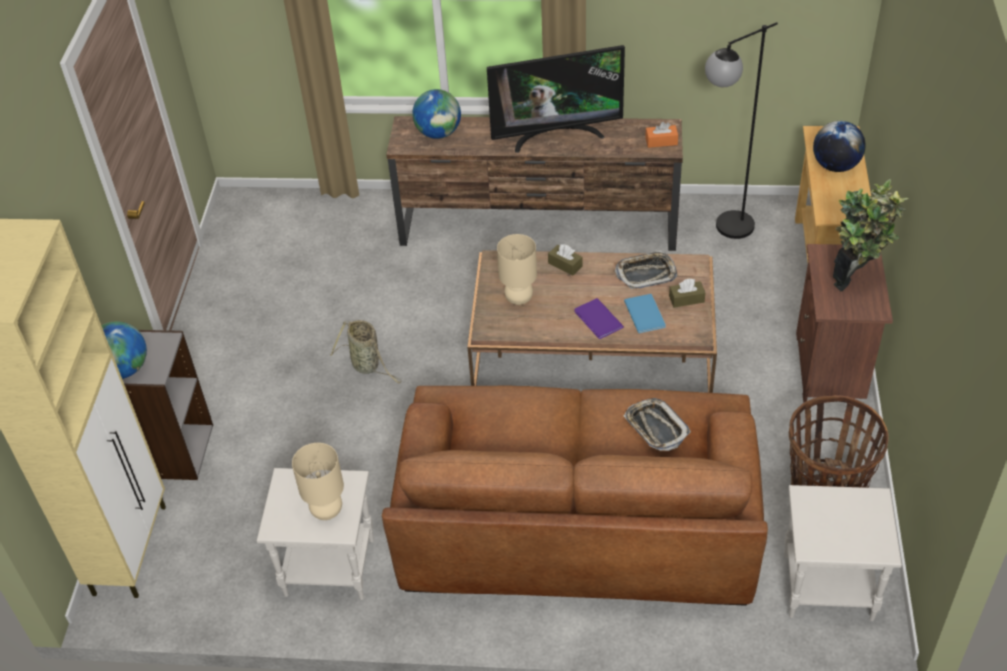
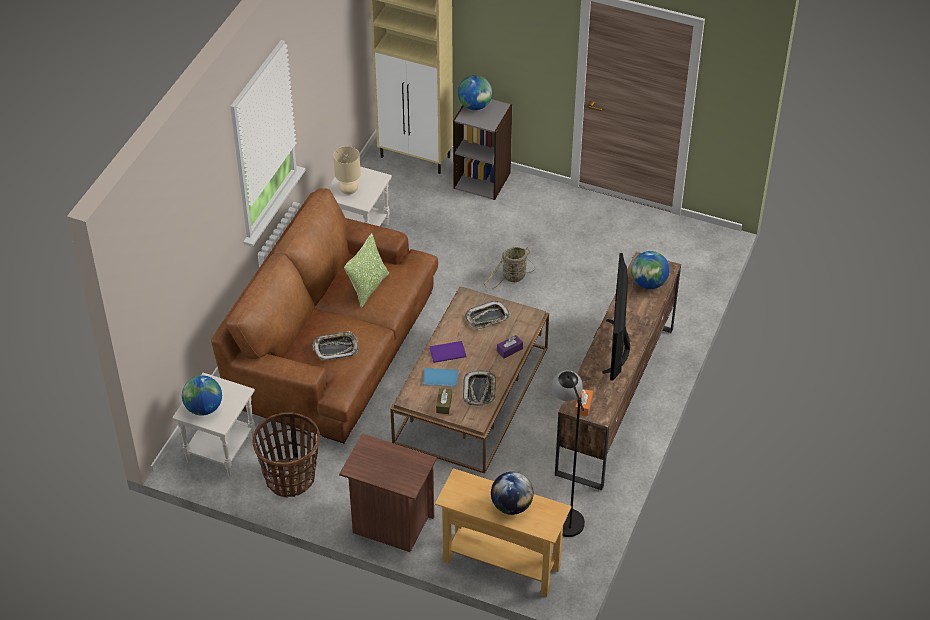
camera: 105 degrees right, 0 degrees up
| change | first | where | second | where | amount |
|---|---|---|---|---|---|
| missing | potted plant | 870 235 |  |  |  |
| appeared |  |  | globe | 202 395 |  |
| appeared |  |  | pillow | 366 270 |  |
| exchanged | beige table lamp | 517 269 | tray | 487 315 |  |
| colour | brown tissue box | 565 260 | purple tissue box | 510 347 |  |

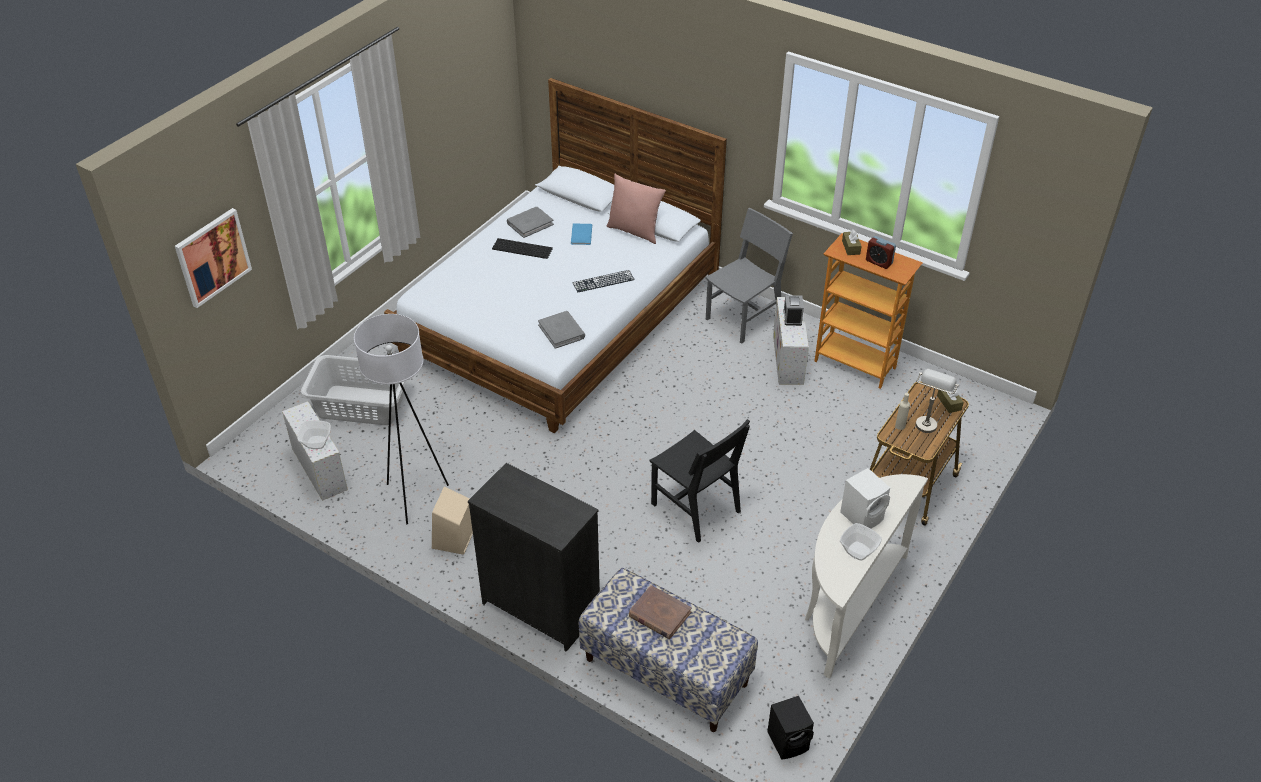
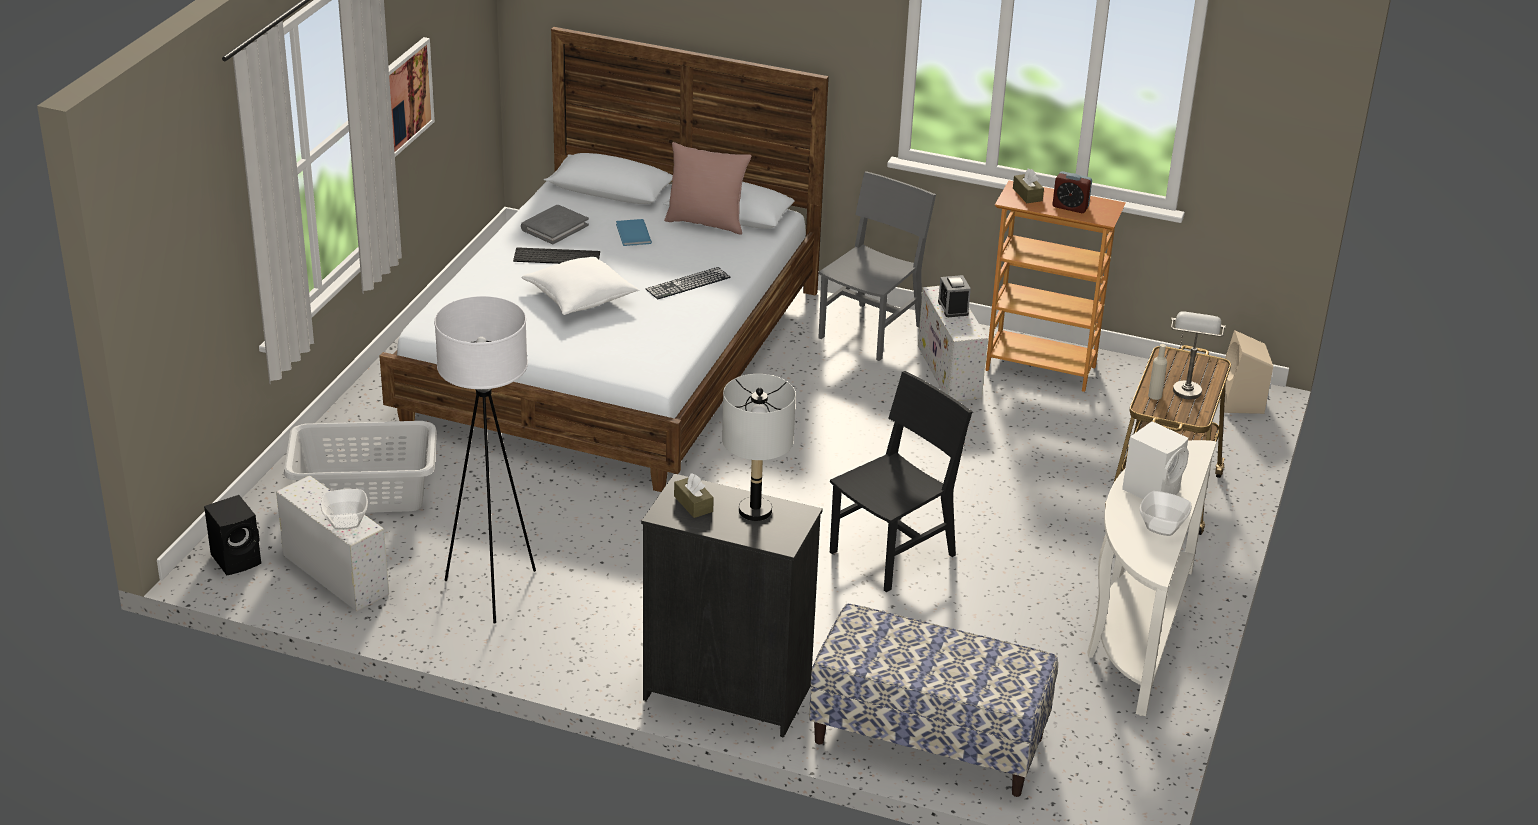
camera: 15 degrees left, 10 degrees down
| change | first | where | second | where | amount |
|---|---|---|---|---|---|
| missing | grey book | 561 330 |  |  |  |
| missing | brown book | 660 612 |  |  |  |
| appeared |  |  | white pillow | 580 286 |  |
| appeared |  |  | grey table lamp | 759 447 |  |
| relocated | picture | 213 258 |  | 412 97 |  |
| relocated | beige speaker | 452 520 |  | 1246 372 |  |
| relocated | black speaker | 790 728 |  | 232 535 |  |
| relocated | brown tissue box | 950 400 |  | 694 495 |  |
| spun | black chair | 699 481 |  | 901 481 | 75 degrees counterclockwise |

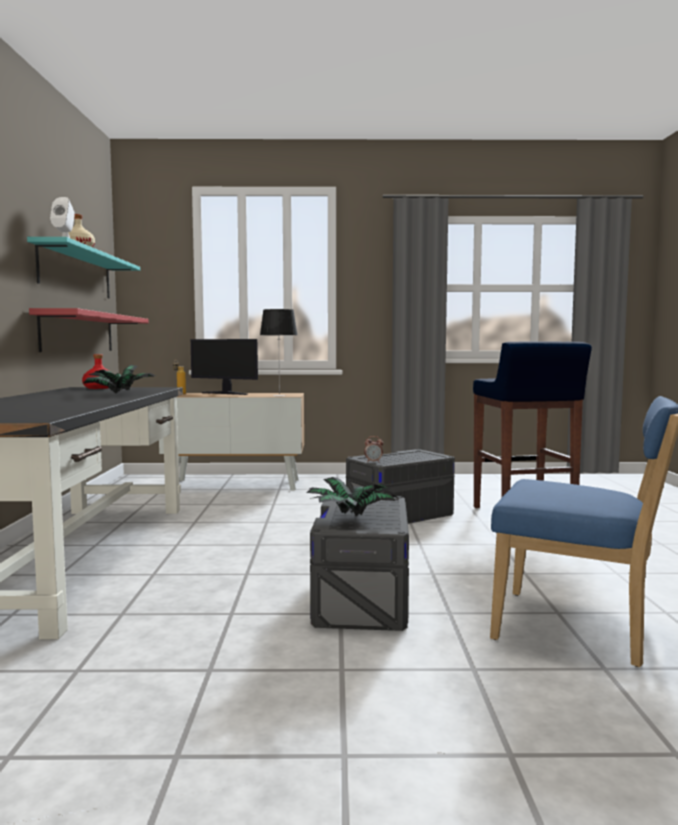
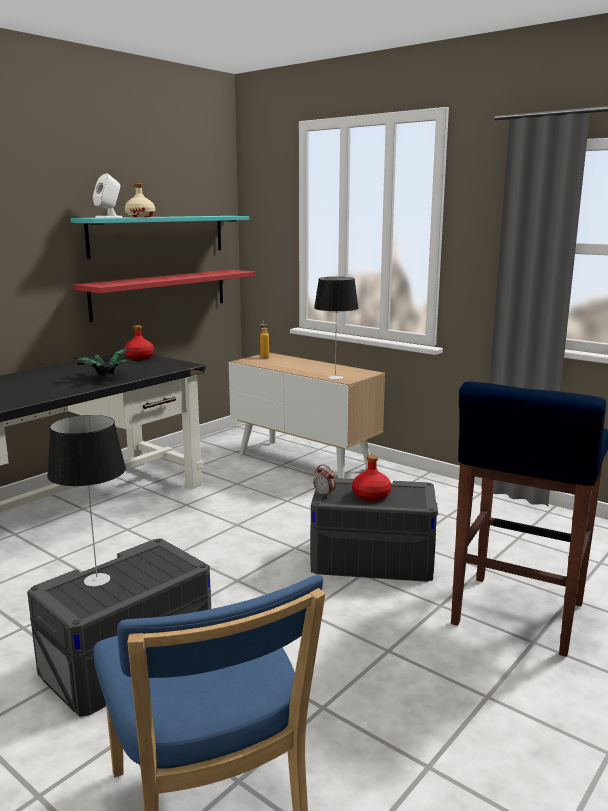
camera: 40 degrees right, 10 degrees up
| change | first | where | second | where | amount |
|---|---|---|---|---|---|
| missing | monitor | 224 367 |  |  |  |
| appeared |  |  | red bottle | 371 478 |  |
| exchanged | potted plant | 352 497 | table lamp | 86 501 |  |

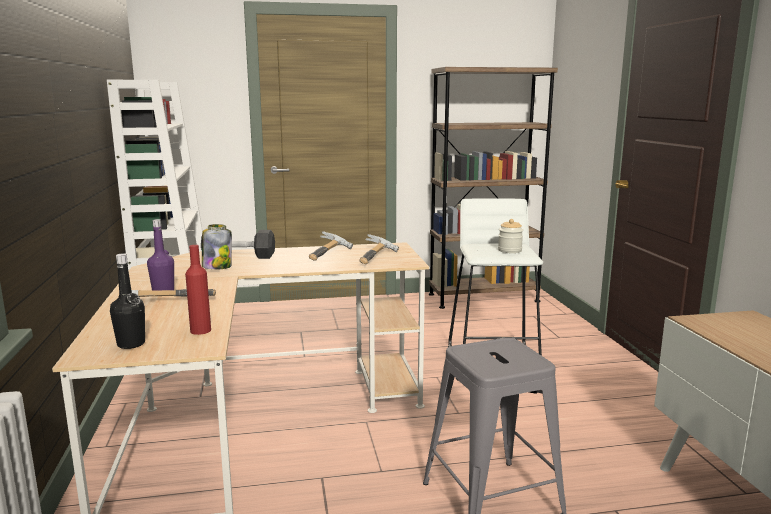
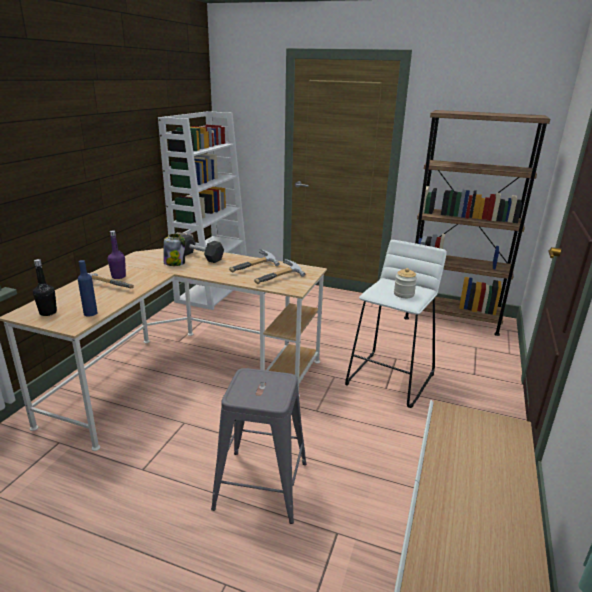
camera: 30 degrees right, 10 degrees up
| change | first | where | second | where | amount |
|---|---|---|---|---|---|
| colour | red bottle | 198 290 | blue bottle | 88 288 |  |

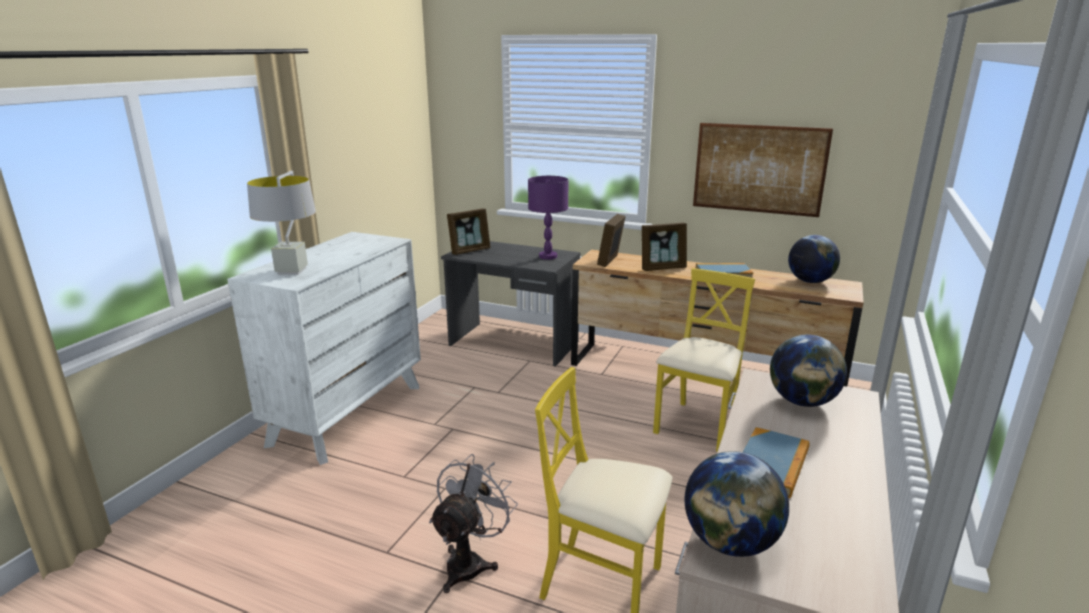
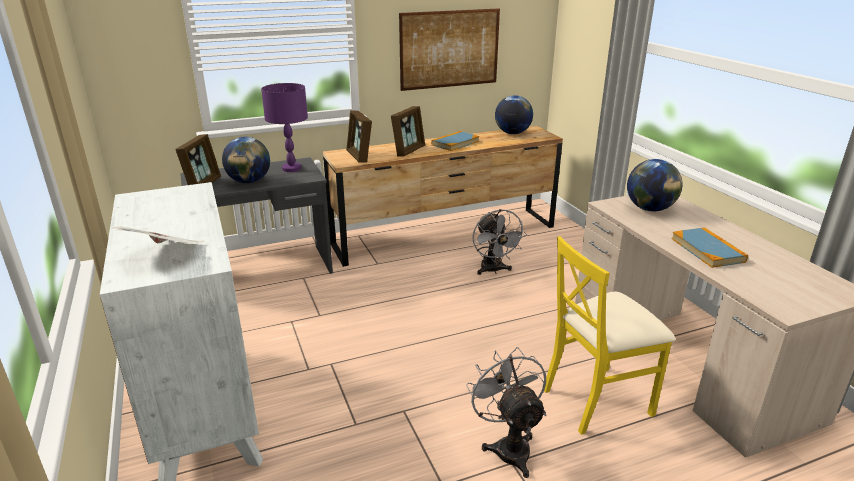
camera: 45 degrees left, 5 degrees up
| change | first | where | second | where | amount |
|---|---|---|---|---|---|
| relocated | globe | 736 504 |  | 246 160 |  |
| exchanged | grey table lamp | 281 223 | newspaper | 158 235 |  |
| exchanged | yellow chair | 704 360 | grey fan | 499 242 |  |

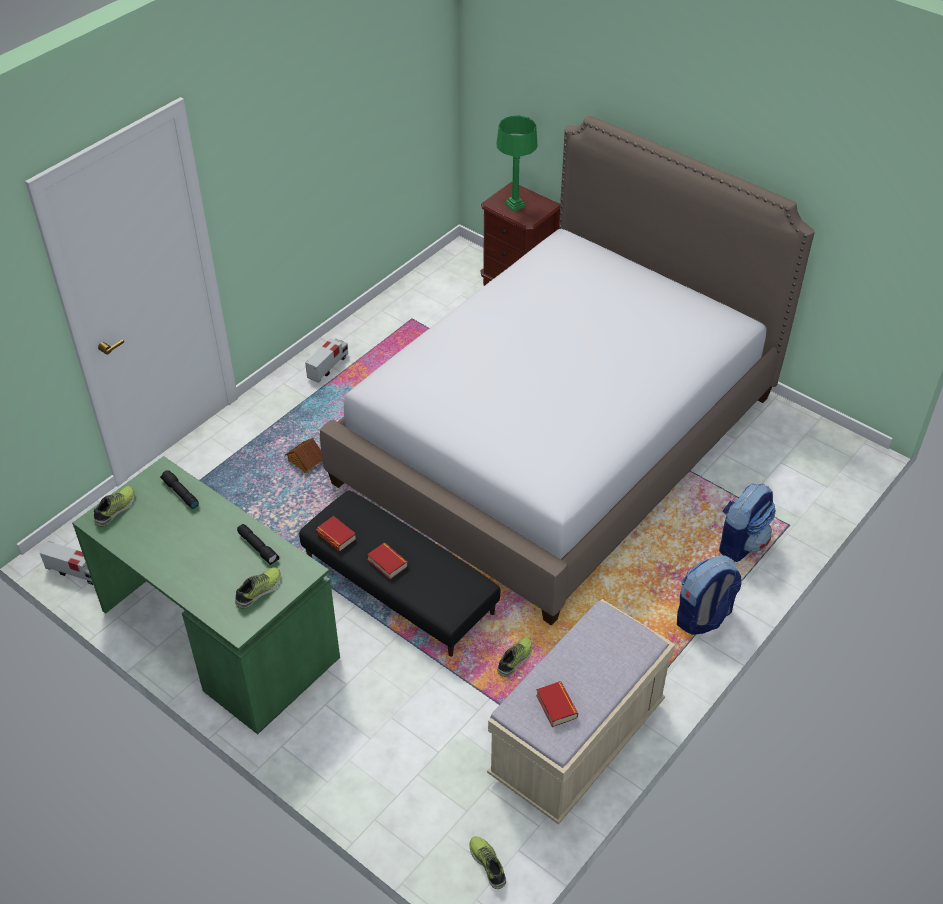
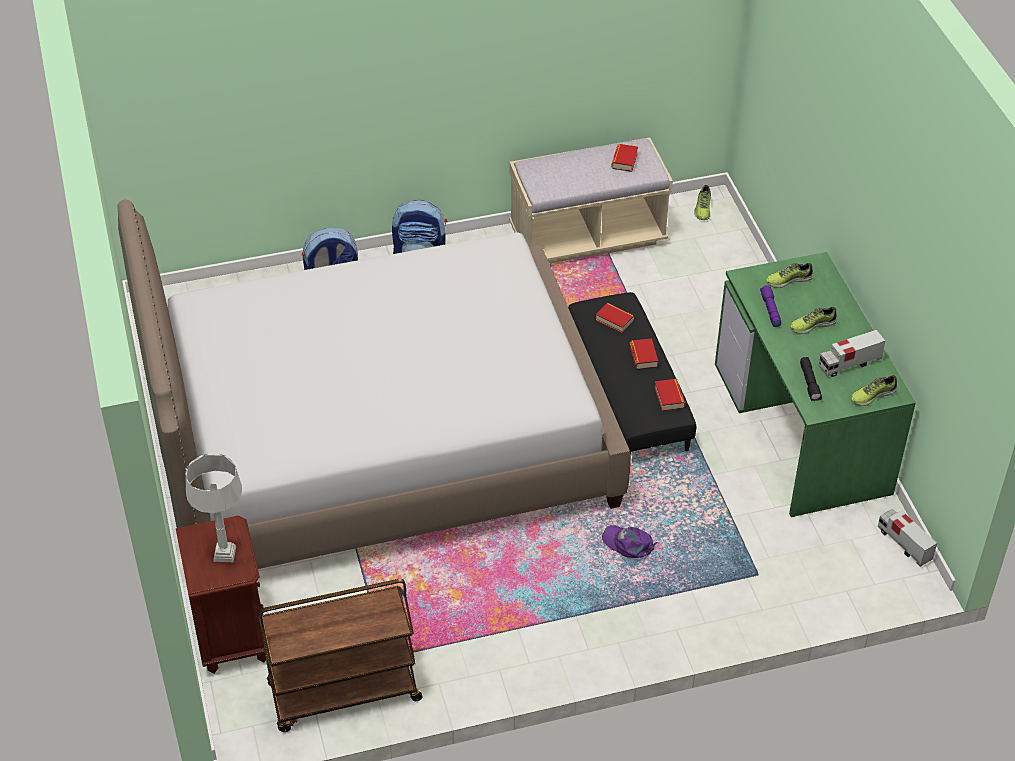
camera: 145 degrees left, 0 degrees up
| change | first | where | second | where | amount |
|---|---|---|---|---|---|
| appeared |  |  | brown cart | 341 655 |  |
| appeared |  |  | book | 615 318 |  |
| relocated | toy truck | 326 360 |  | 851 353 |  |
| relocated | shoe | 514 657 |  | 813 320 |  |
| exchanged | toy house | 303 455 | purple cap | 629 541 |  |
| colour | black flashlight | 258 544 | purple flashlight | 770 306 |  |
| colour | green table lamp | 517 163 | grey table lamp | 213 507 |  |

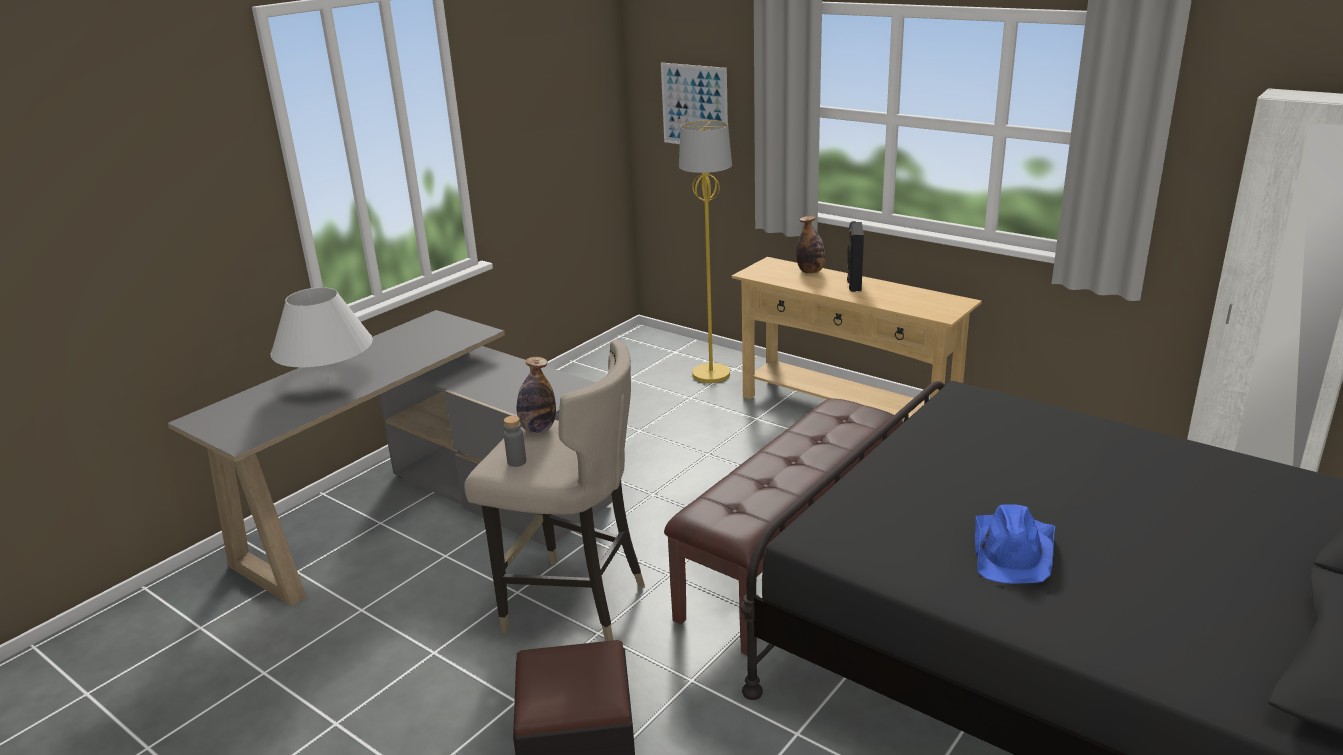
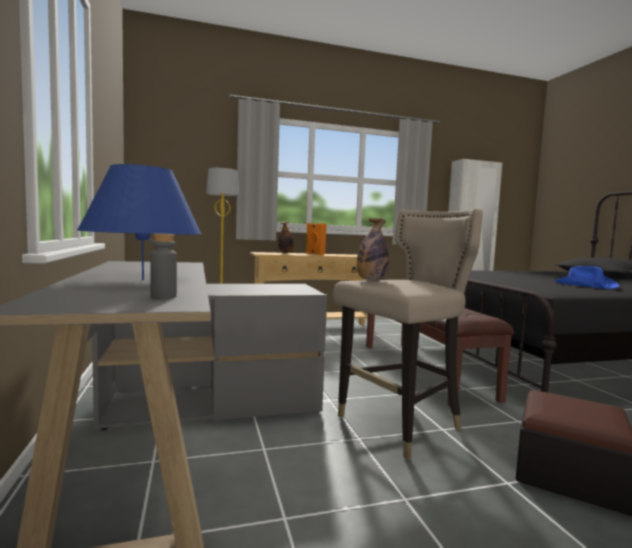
camera: 55 degrees left, 20 degrees down
| change | first | where | second | where | amount |
|---|---|---|---|---|---|
| missing | picture | 694 103 |  |  |  |
| relocated | grey bottle | 515 441 |  | 163 266 |  |
| colour | white table lamp | 322 335 | blue table lamp | 139 222 |  |
| colour | black speaker | 855 256 | orange speaker | 316 239 |  |

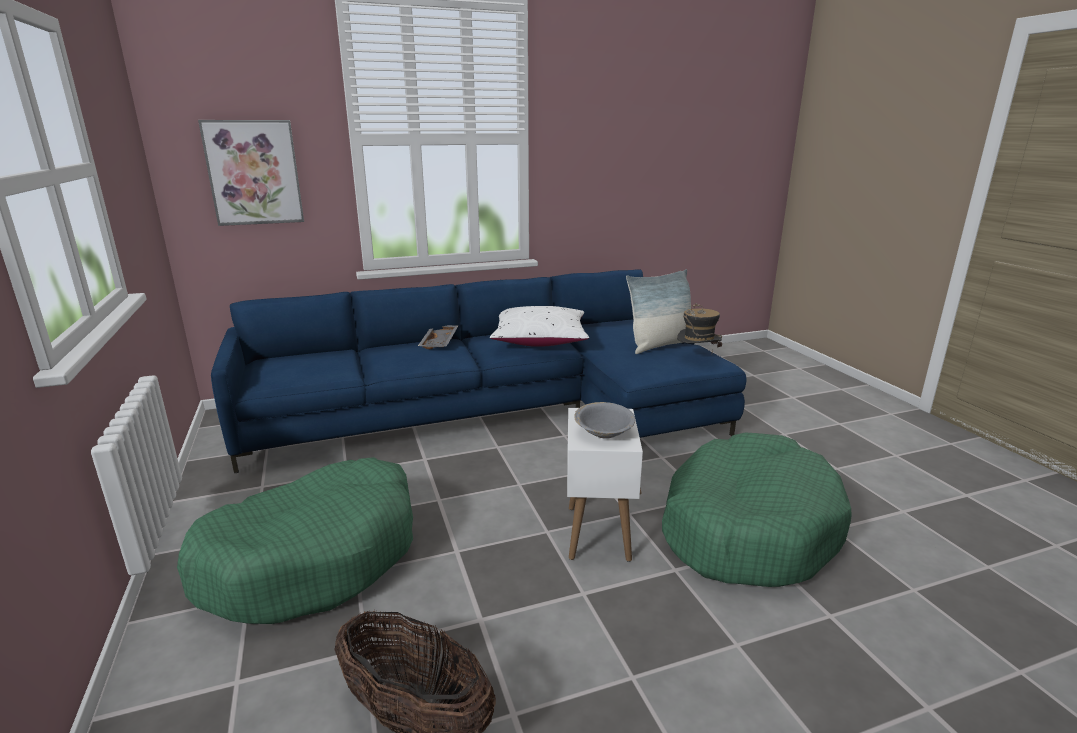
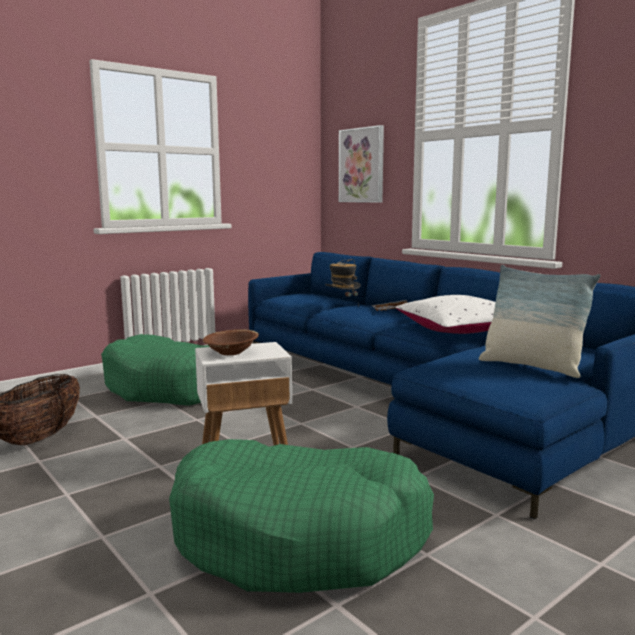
camera: 70 degrees right, 10 degrees down
| change | first | where | second | where | amount |
|---|---|---|---|---|---|
| relocated | hat | 699 325 |  | 343 283 |  |
| colour | grey bowl | 604 420 | brown bowl | 231 342 |  |

